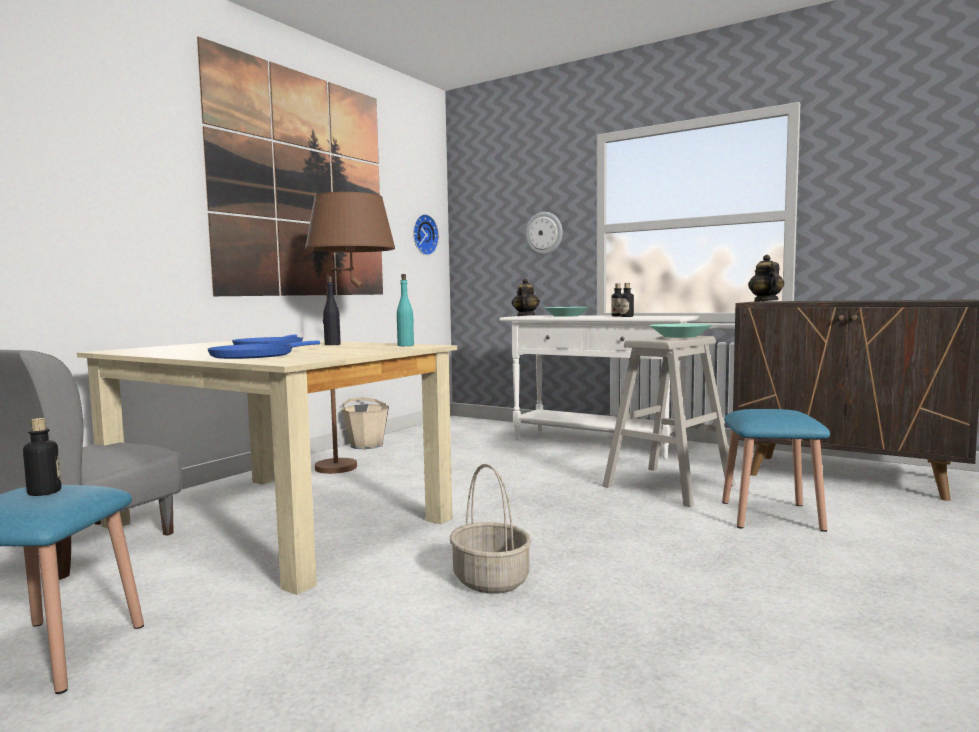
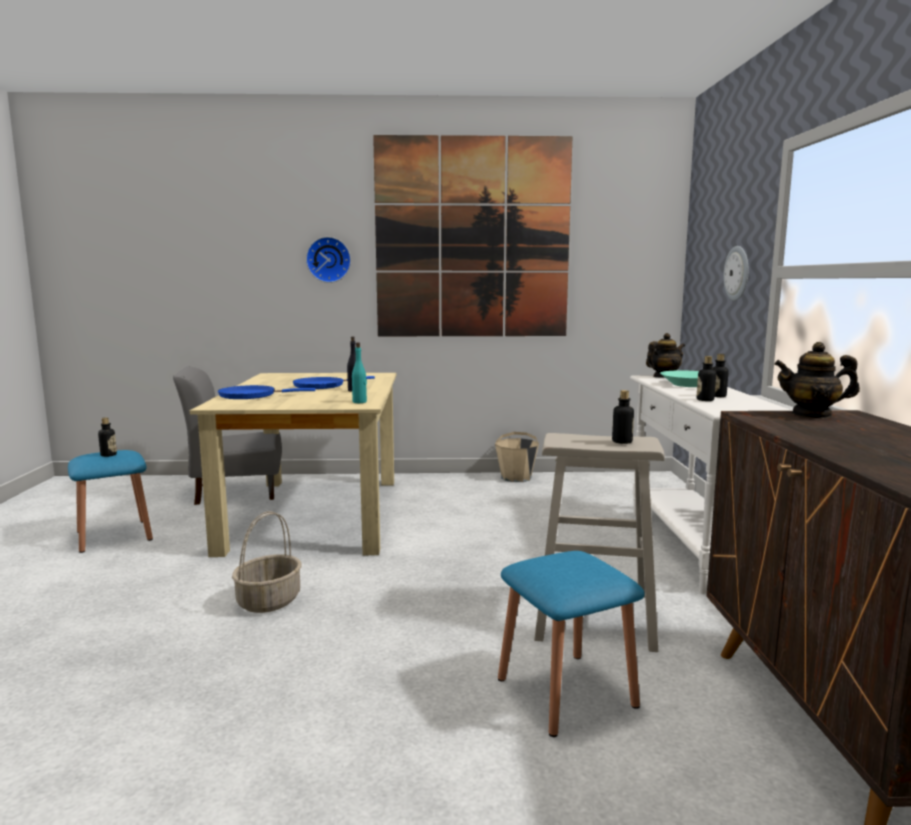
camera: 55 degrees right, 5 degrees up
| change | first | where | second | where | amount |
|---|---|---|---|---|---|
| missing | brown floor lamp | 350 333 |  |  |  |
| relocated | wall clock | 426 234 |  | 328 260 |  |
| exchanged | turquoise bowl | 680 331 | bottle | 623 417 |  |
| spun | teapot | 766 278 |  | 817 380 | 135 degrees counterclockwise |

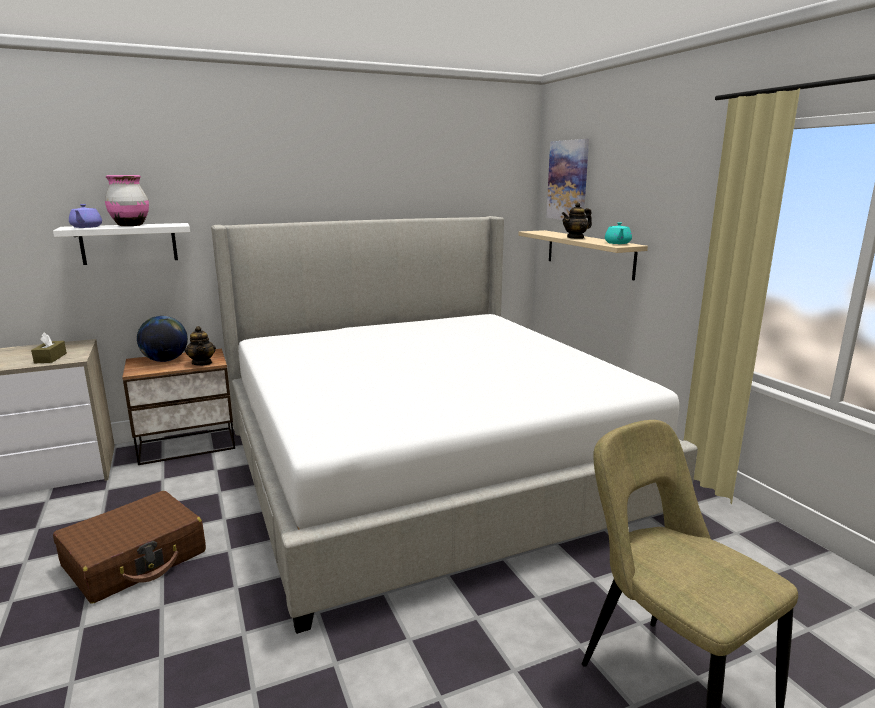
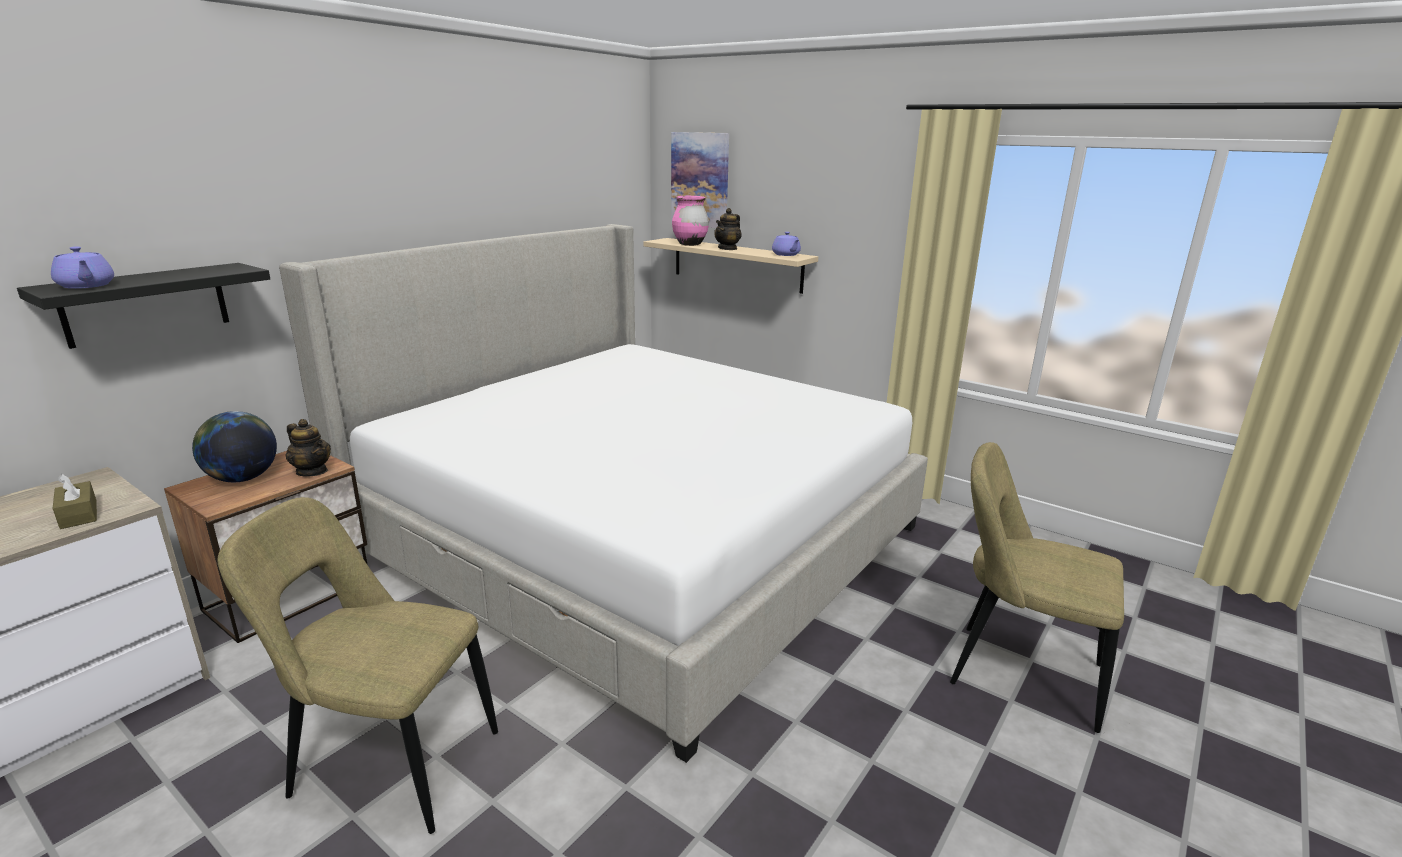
camera: 30 degrees left, 5 degrees up
| change | first | where | second | where | amount |
|---|---|---|---|---|---|
| relocated | pink vase | 127 200 |  | 690 221 |  |
| exchanged | brown suitcase | 129 547 | beige chair | 357 665 |  |
| colour | white shelf | 121 244 | black shelf | 143 306 |  |
| colour | turquoise teapot | 618 233 | purple teapot | 786 244 |  |

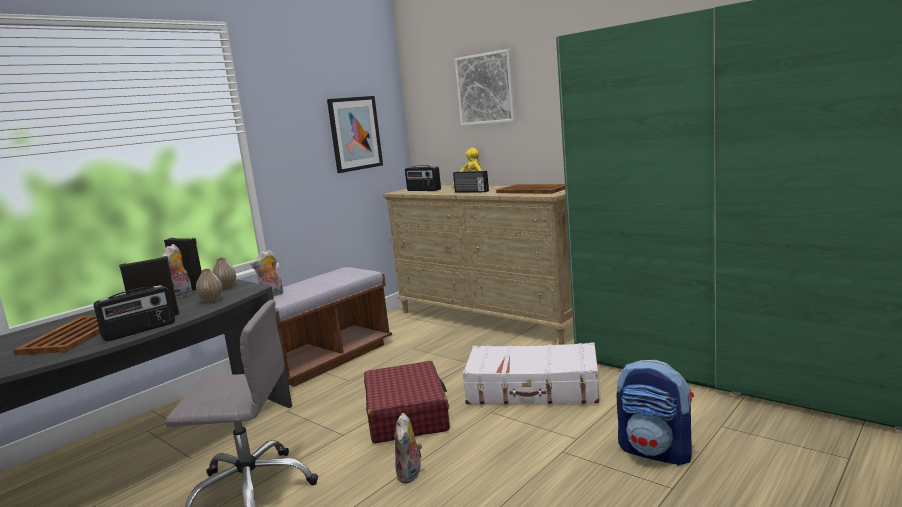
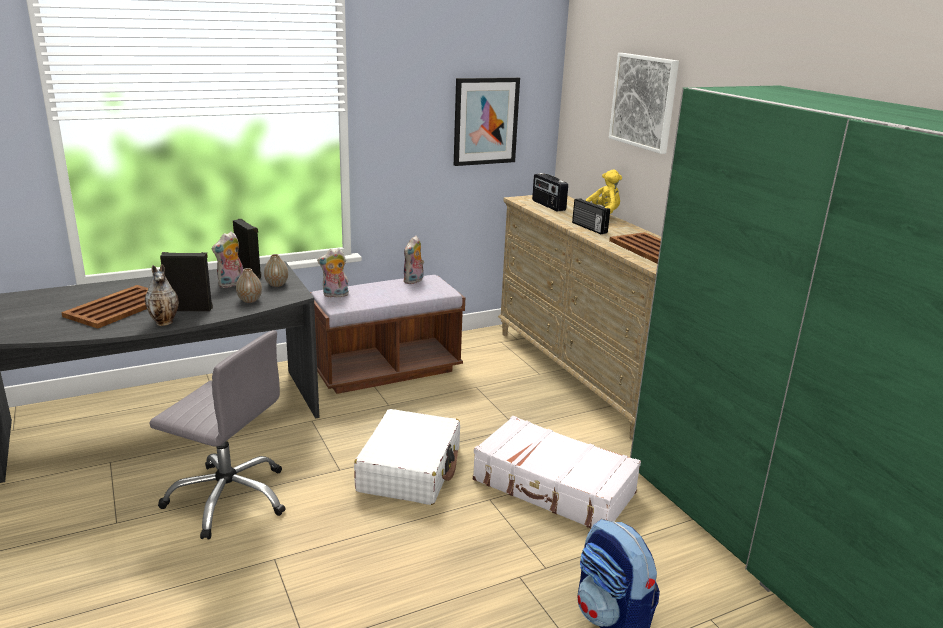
camera: 20 degrees right, 10 degrees up
| change | first | where | second | where | amount |
|---|---|---|---|---|---|
| relocated | plush toy | 408 448 |  | 413 260 |  |
| exchanged | radio | 134 313 | vase | 162 295 |  |
| colour | red suitcase | 407 402 | white suitcase | 407 457 |  |

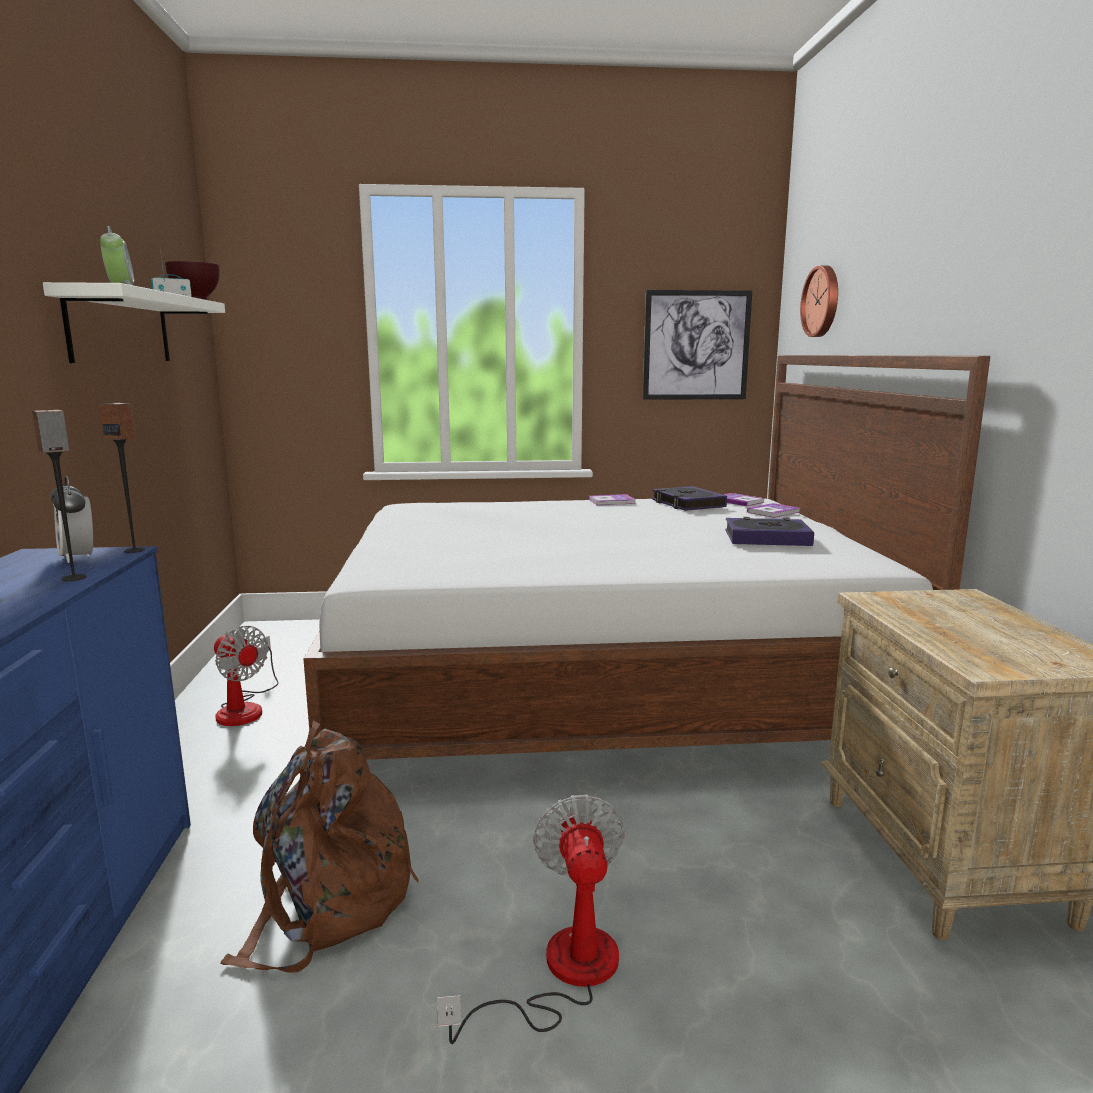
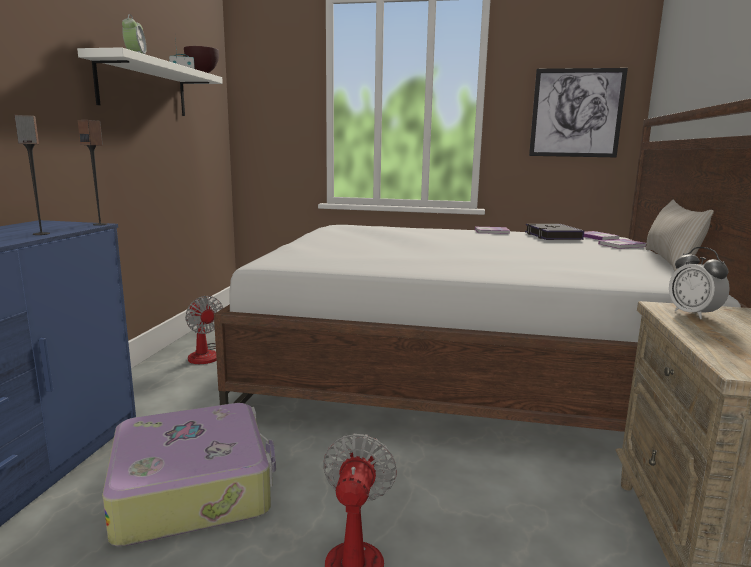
camera: 15 degrees right, 0 degrees up
| change | first | where | second | where | amount |
|---|---|---|---|---|---|
| missing | book | 769 531 |  |  |  |
| missing | wall clock | 819 301 |  |  |  |
| appeared |  |  | beige pillow | 679 236 |  |
| relocated | alarm clock | 71 519 |  | 699 283 |  |
| exchanged | brown backpack | 319 847 | suitcase | 189 474 |  |

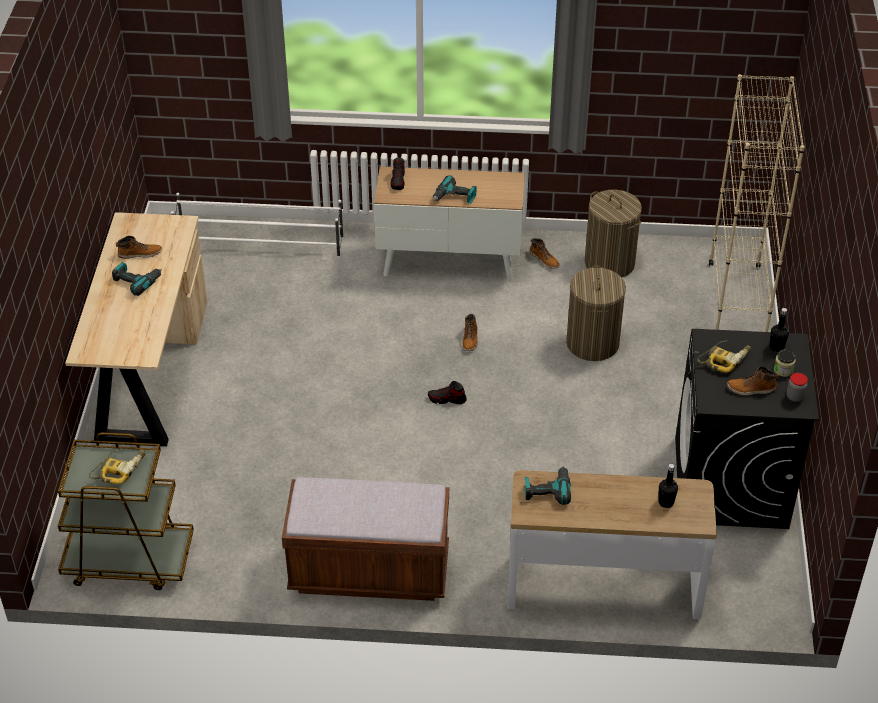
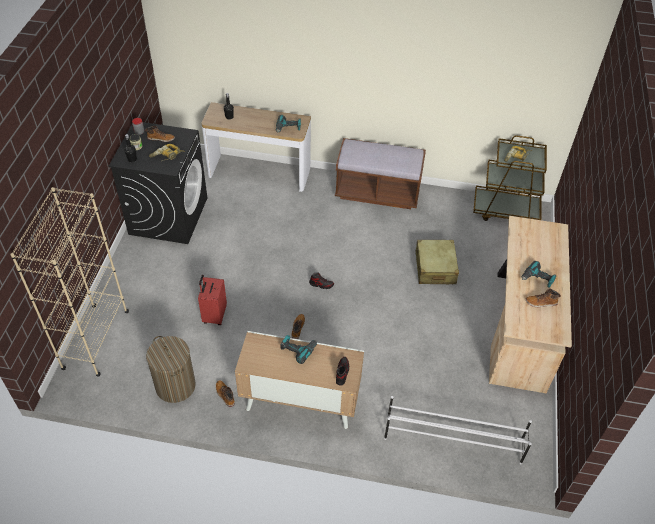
camera: 175 degrees left, 5 degrees up
| change | first | where | second | where | amount |
|---|---|---|---|---|---|
| appeared |  |  | beige suitcase | 437 262 |  |
| exchanged | laundry basket | 596 313 | red suitcase | 212 300 |  |

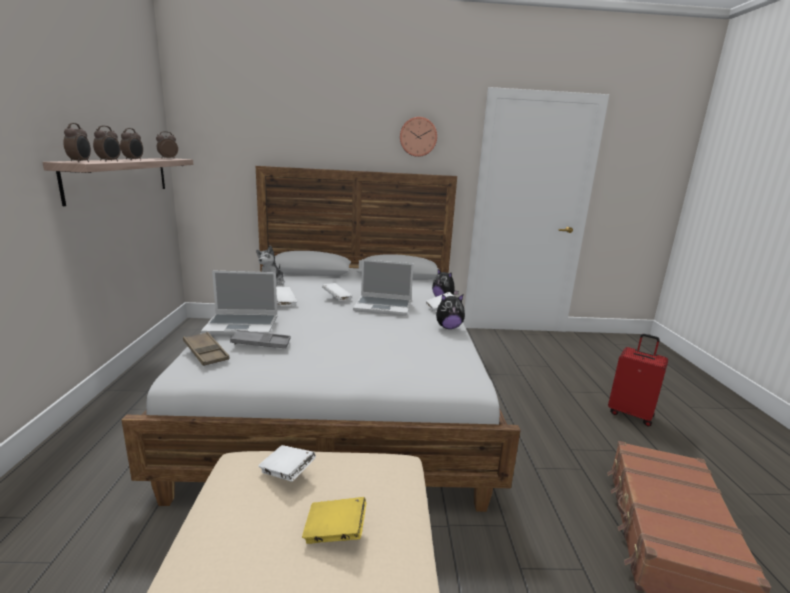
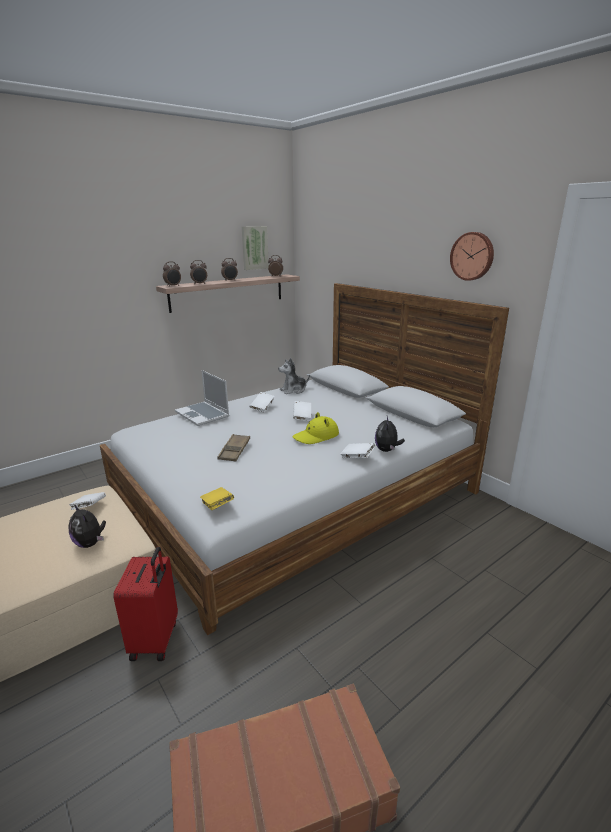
camera: 55 degrees right, 5 degrees up
| change | first | where | second | where | amount |
|---|---|---|---|---|---|
| missing | grey tray | 260 339 |  |  |  |
| appeared |  |  | picture | 255 248 |  |
| relocated | brown tray | 206 349 |  | 233 447 |  |
| relocated | yellow book | 334 520 |  | 217 498 |  |
| relocated | plush toy | 450 311 |  | 87 526 |  |
| relocated | red suitcase | 638 380 |  | 145 604 |  |
| exchanged | laptop | 383 287 | yellow hat | 316 428 |  |

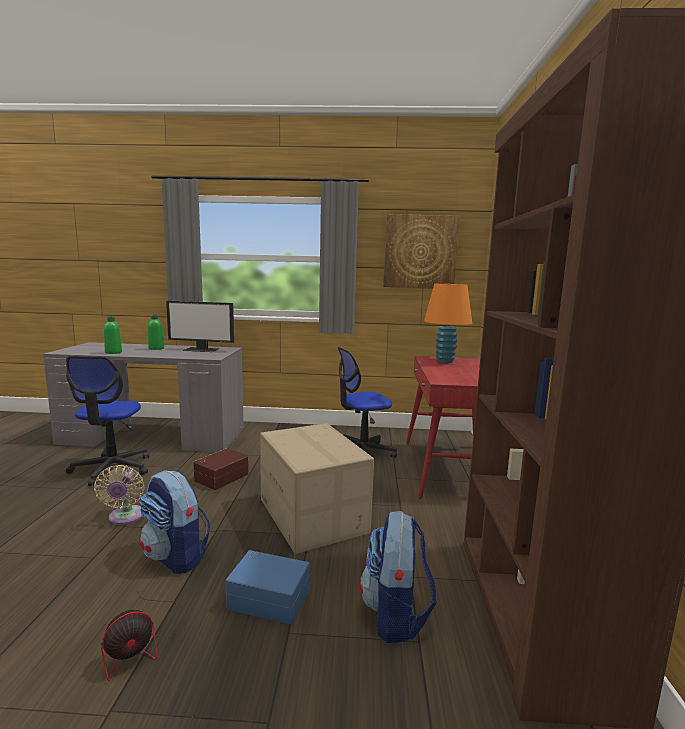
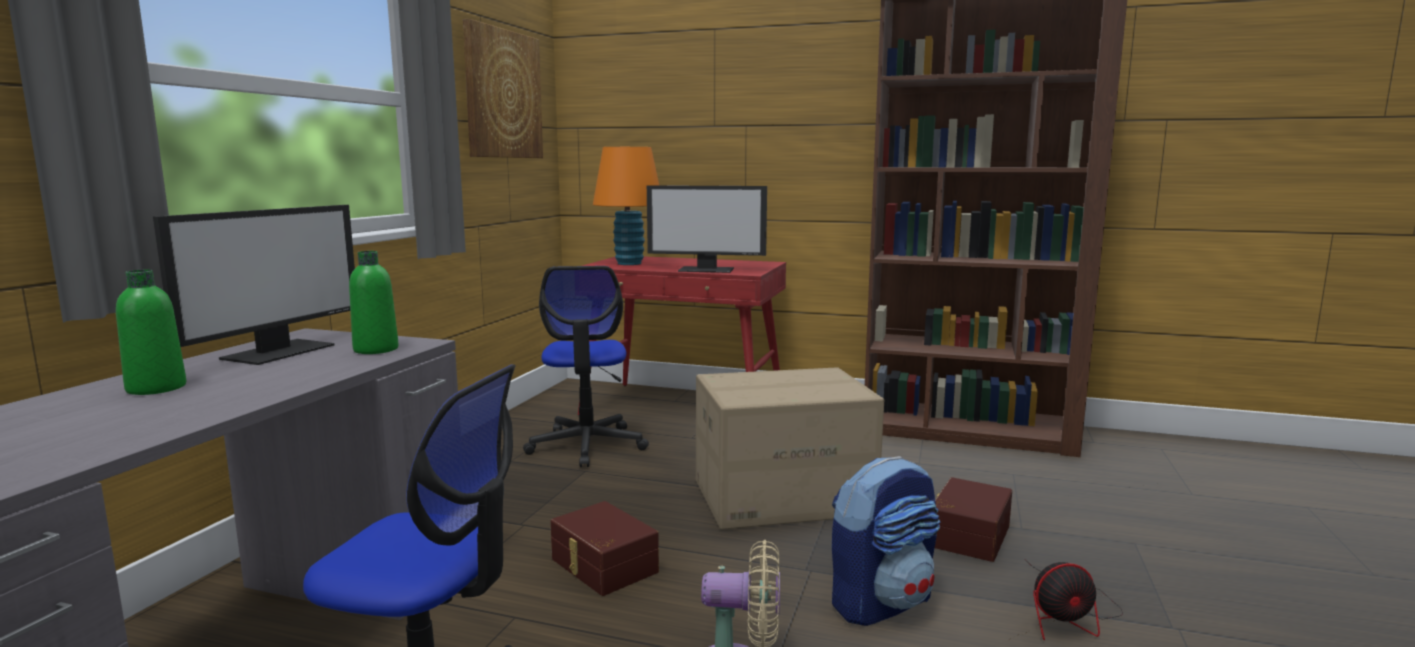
camera: 75 degrees left, 0 degrees up
| change | first | where | second | where | amount |
|---|---|---|---|---|---|
| missing | backpack | 398 577 |  |  |  |
| appeared |  |  | monitor | 707 229 |  |
| relocated | green bottle | 113 335 |  | 374 302 |  |
| colour | blue storage box | 267 587 | brown storage box | 973 519 |  |
| spun | fan | 144 636 |  | 1074 599 | 105 degrees clockwise |

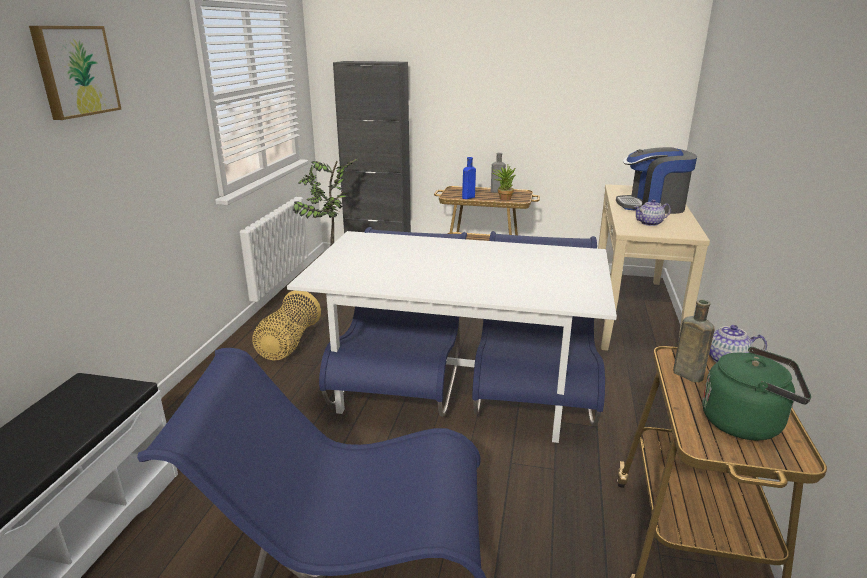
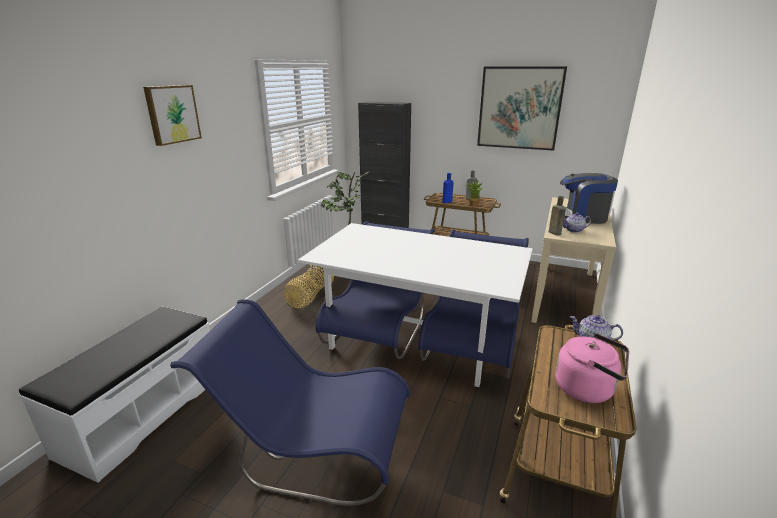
camera: 10 degrees right, 0 degrees up
| change | first | where | second | where | amount |
|---|---|---|---|---|---|
| appeared |  |  | picture | 522 109 |  |
| relocated | brown bottle | 694 341 |  | 557 216 |  |
| colour | green kettle | 756 393 | pink kettle | 592 368 |  |

